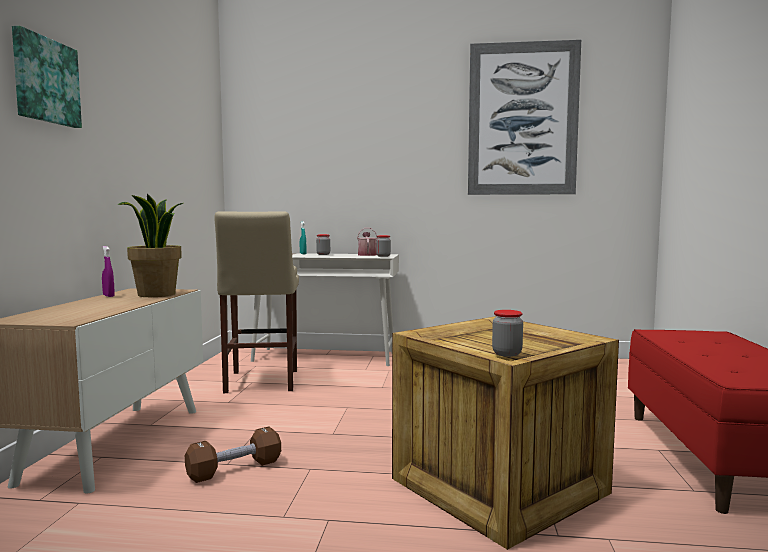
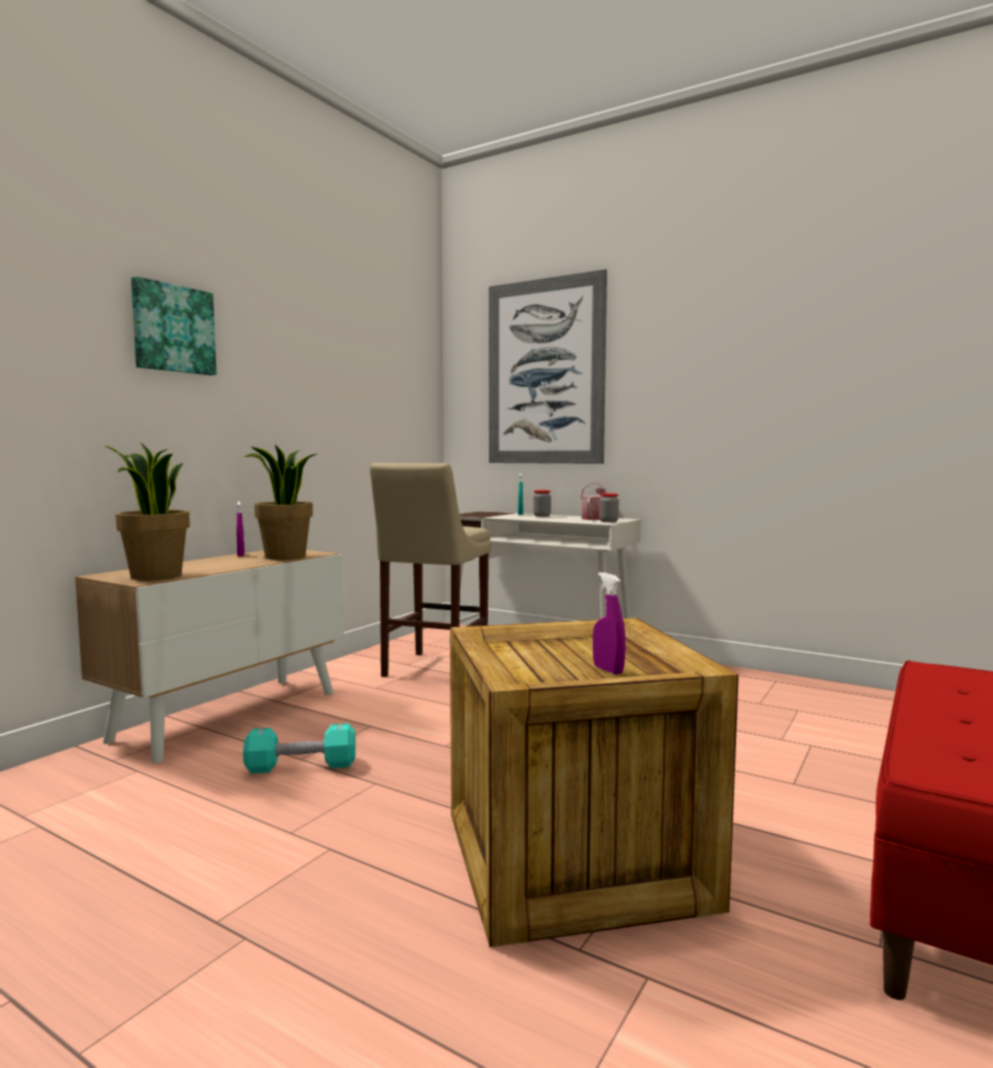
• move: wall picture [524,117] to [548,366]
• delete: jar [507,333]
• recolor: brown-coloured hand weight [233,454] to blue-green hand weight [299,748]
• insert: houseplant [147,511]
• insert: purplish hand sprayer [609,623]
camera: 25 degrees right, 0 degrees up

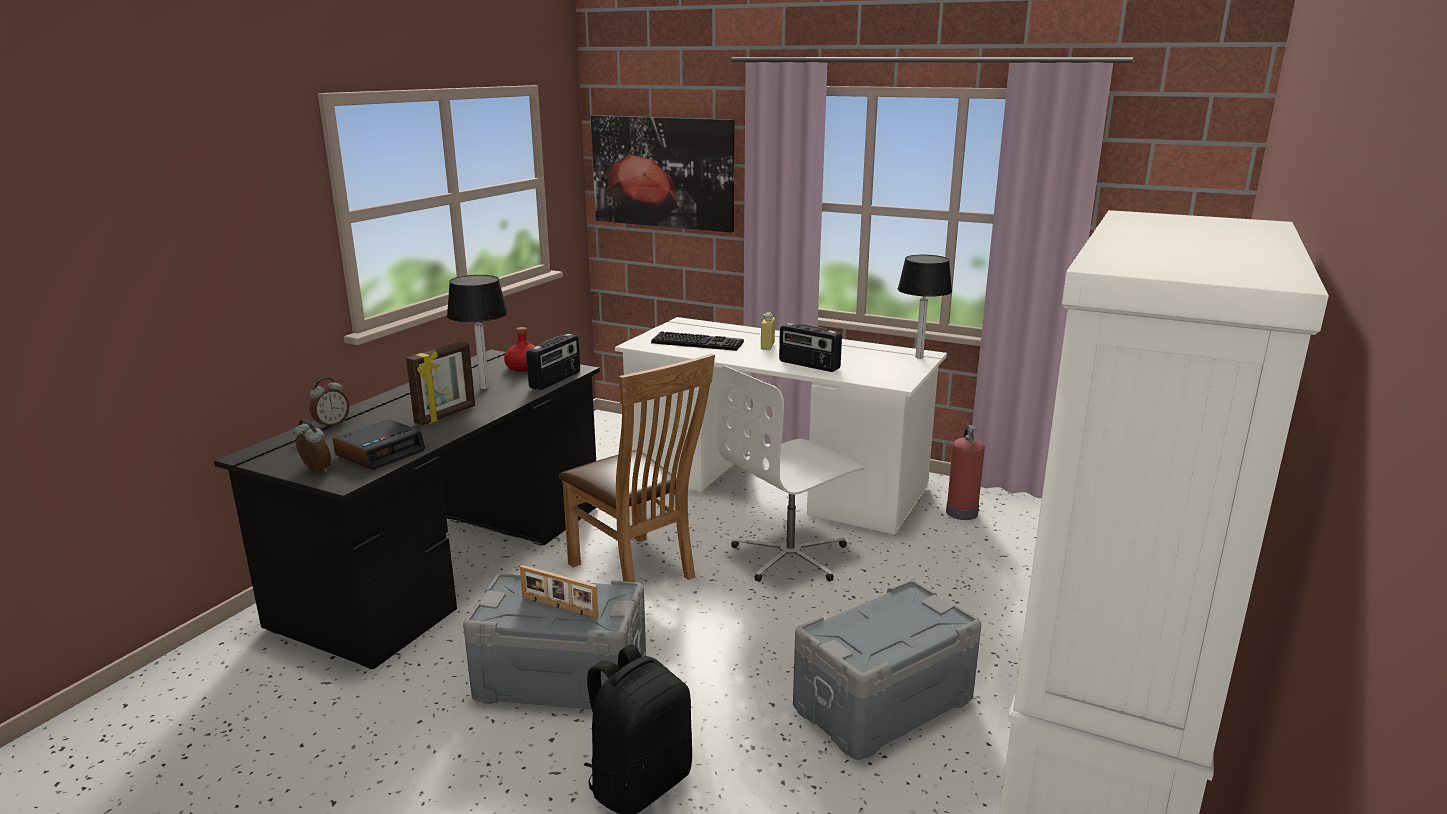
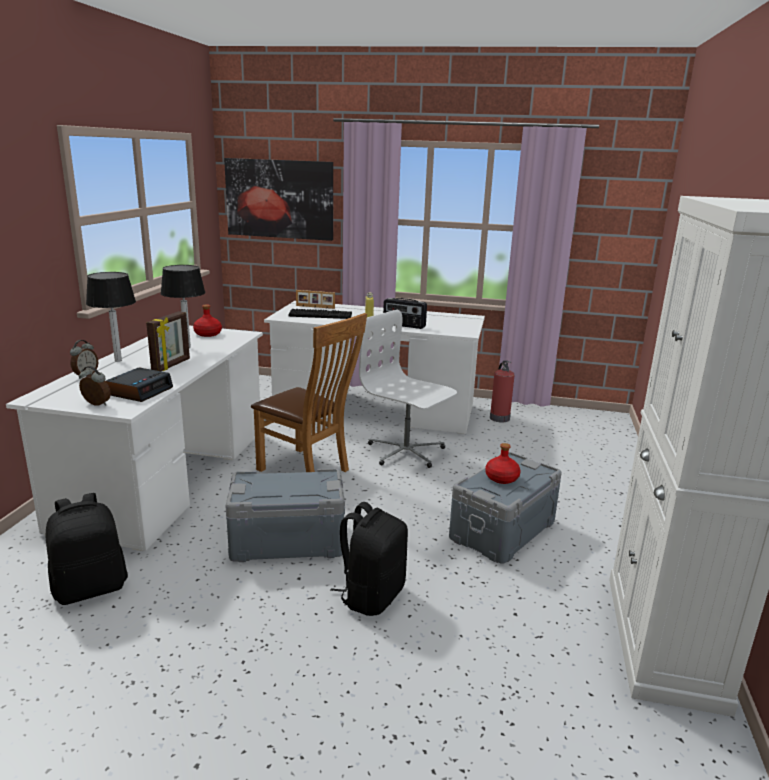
• move: table lamp [925,307] to [111,317]
• delete: radio set [553,362]
• recolor: black desk [407,509] to whitish desk [134,438]
• rotate: whitish computer chair [790,473] = [408,389] 90 degrees clockwise
• move: picture frame [559,592] to [315,299]
• insert: red-coloured bottle [503,463]
• insert: black rucksack [87,549]
camera: 15 degrees left, 0 degrees up

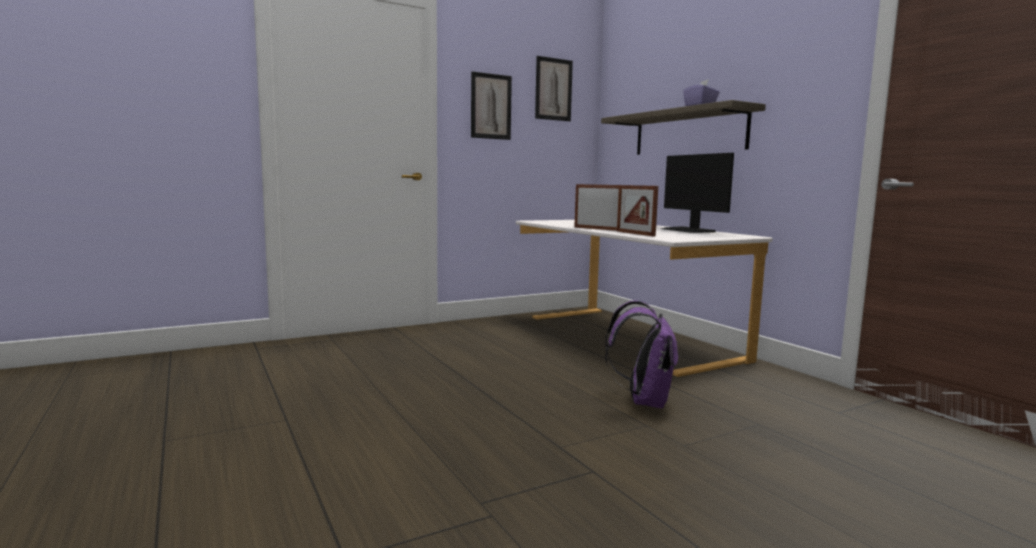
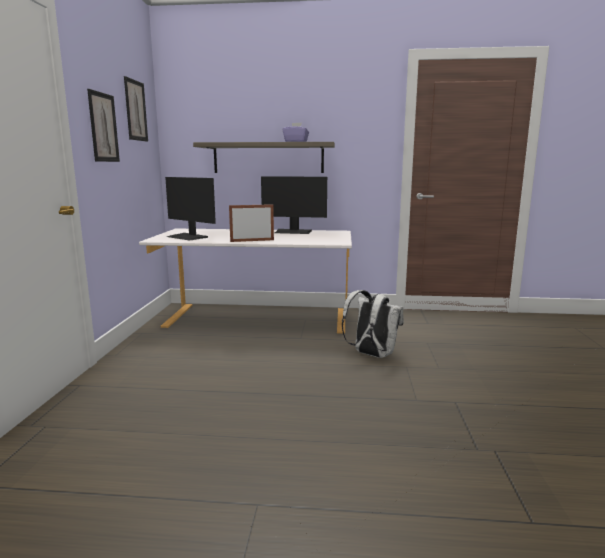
• delete: picture frame [637,211]
• recolor: purplish rucksack [641,354] to whitish rucksack [373,324]
• insert: computer display [190,209]
camera: 55 degrees left, 5 degrees up

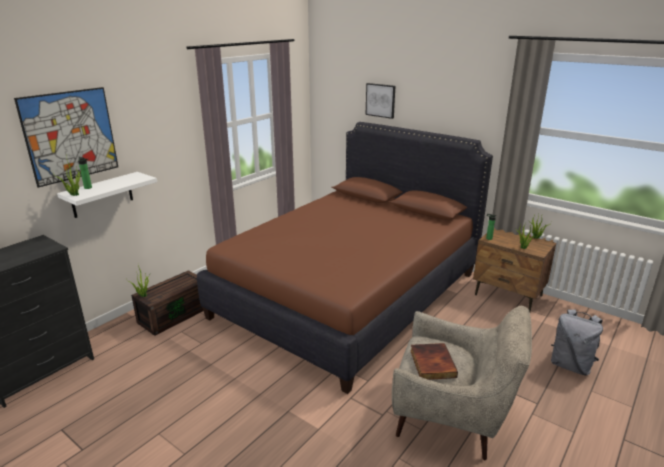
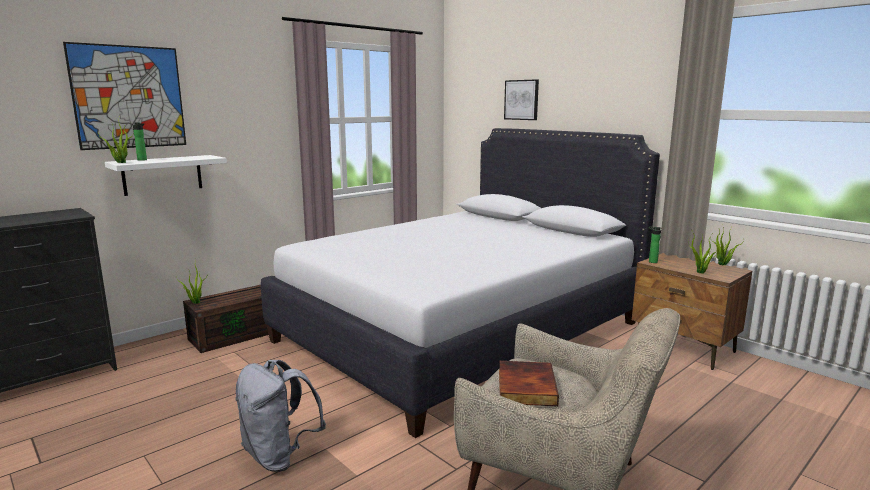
• recolor: brown-coloured sleeping bed [345,258] to whitish sleeping bed [460,283]
• move: grey rucksack [577,343] to [281,416]
camera: 10 degrees right, 10 degrees down

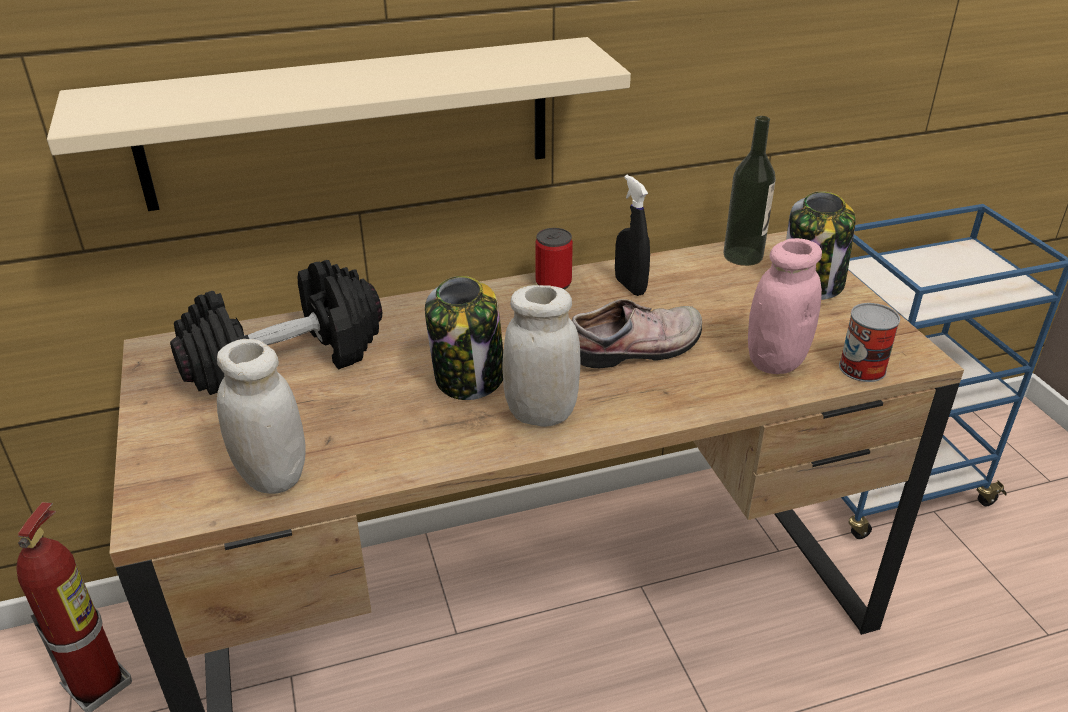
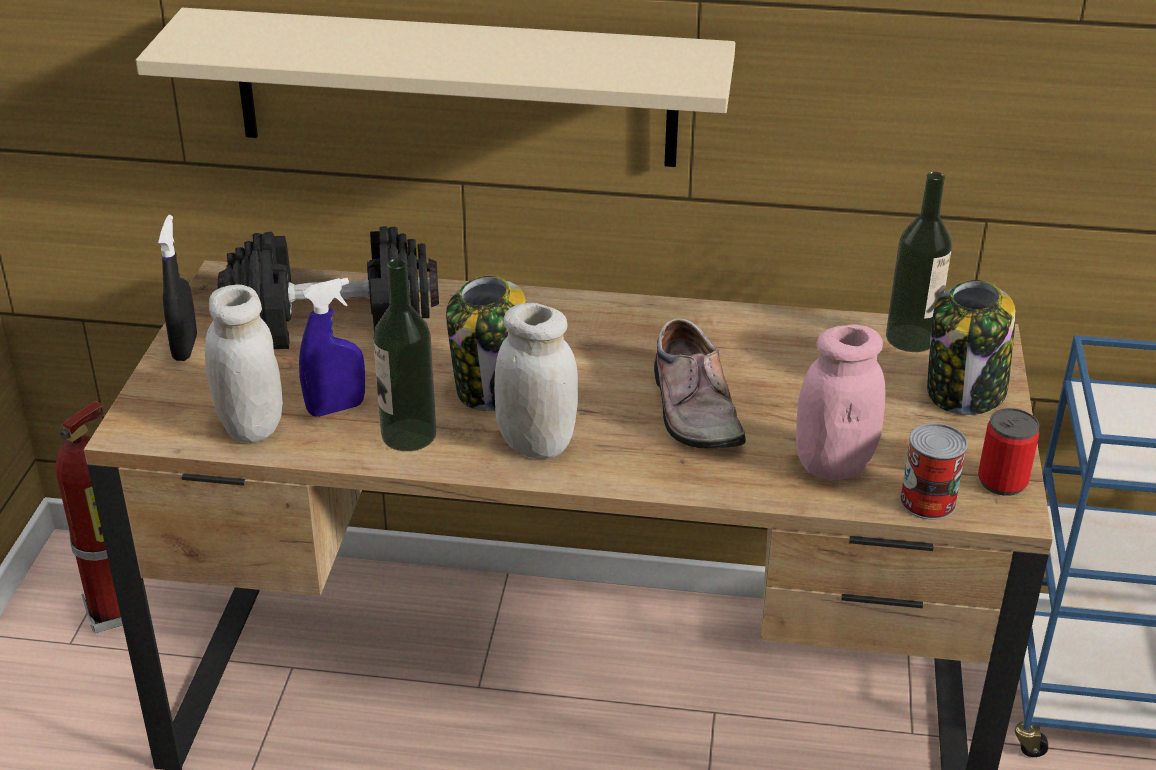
• move: black hand sprayer [632,235] to [177,288]
• move: metal can [554,259] to [1008,452]
• rotate: low shoe [637,333] = [700,383] 75 degrees clockwise
• insert: bottle [404,355]
• insert: blue-coloured hand sprayer [332,347]
camera: 25 degrees right, 0 degrees up

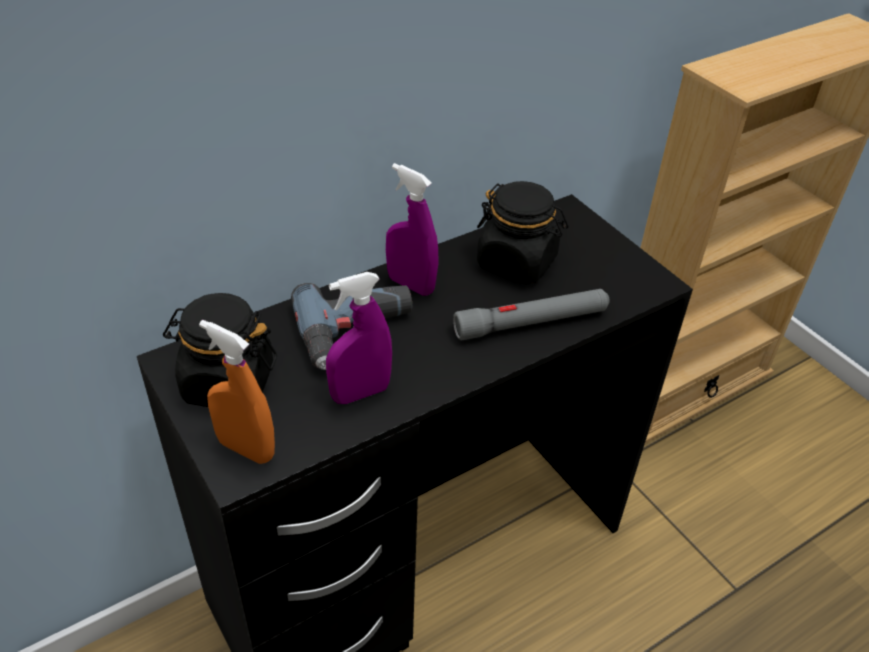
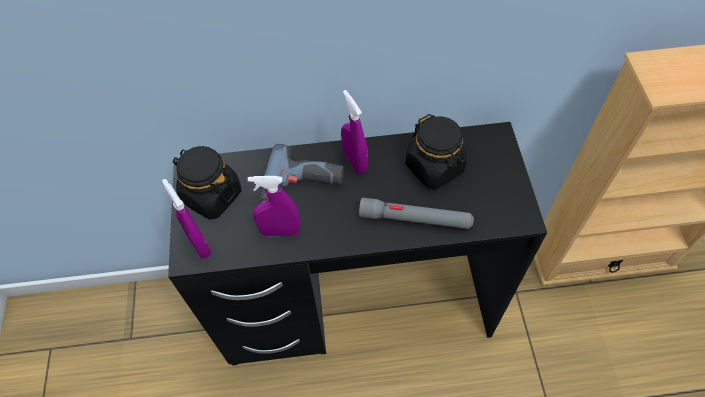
• recolor: orange-coloured hand sprayer [237,392] to purplish hand sprayer [186,219]
camera: 30 degrees right, 15 degrees up

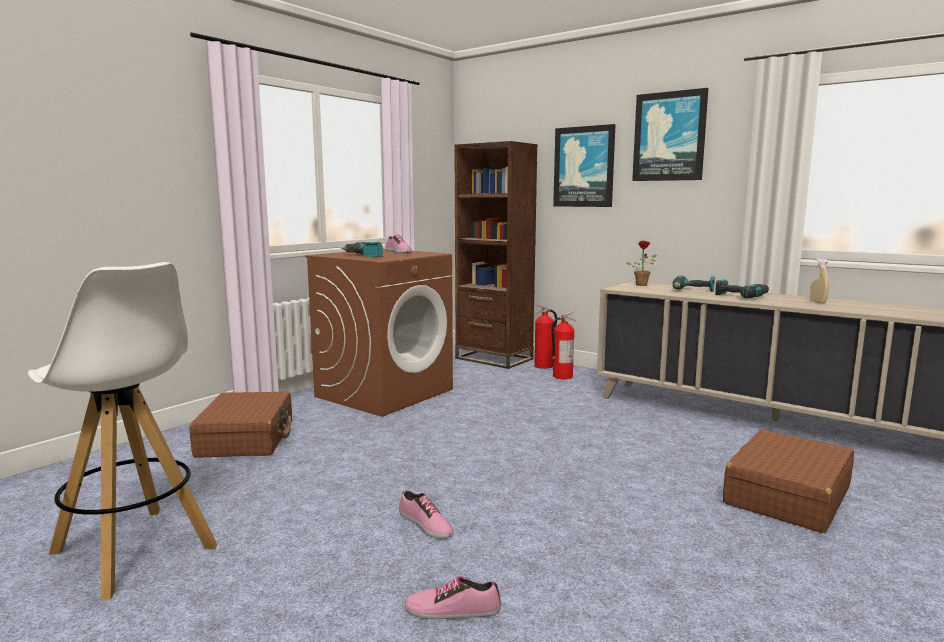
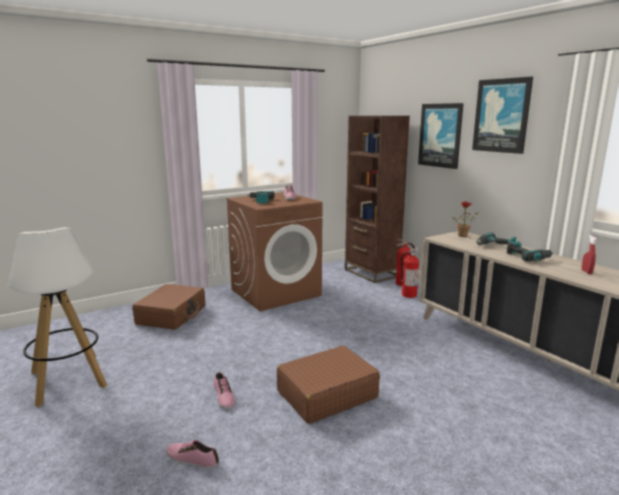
• recolor: beige hand sprayer [819,280] to red-coloured hand sprayer [589,254]
• move: brown-coloured suitcase [788,481] to [328,384]
camera: 20 degrees right, 5 degrees up

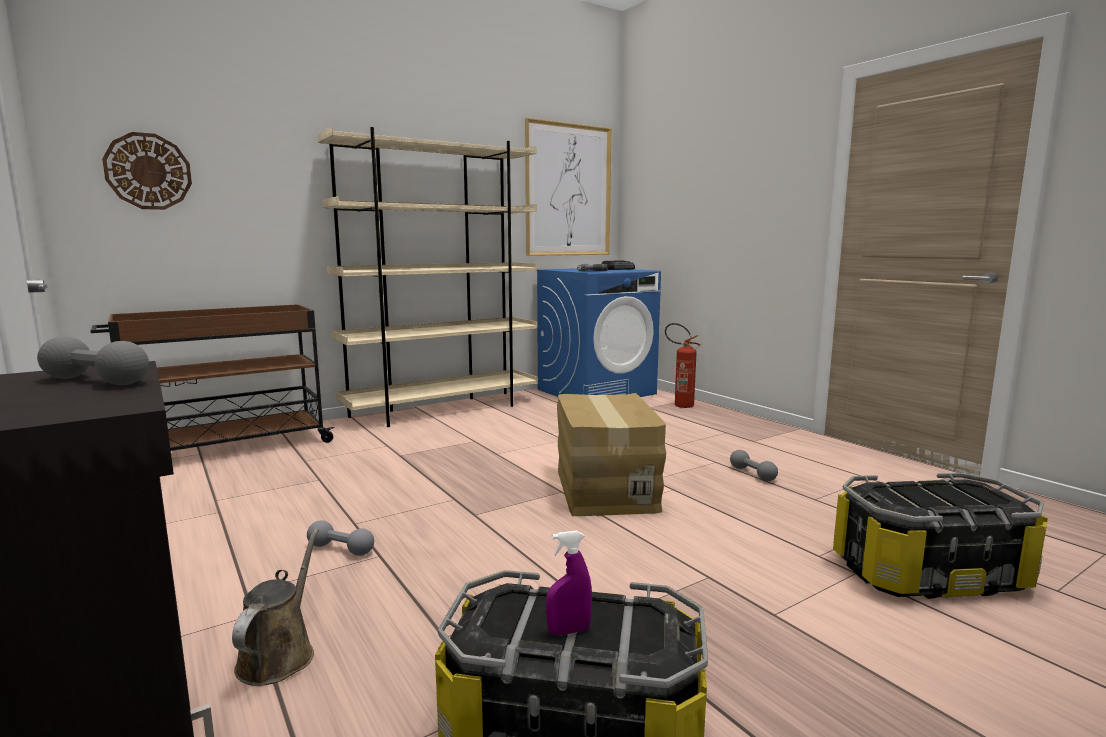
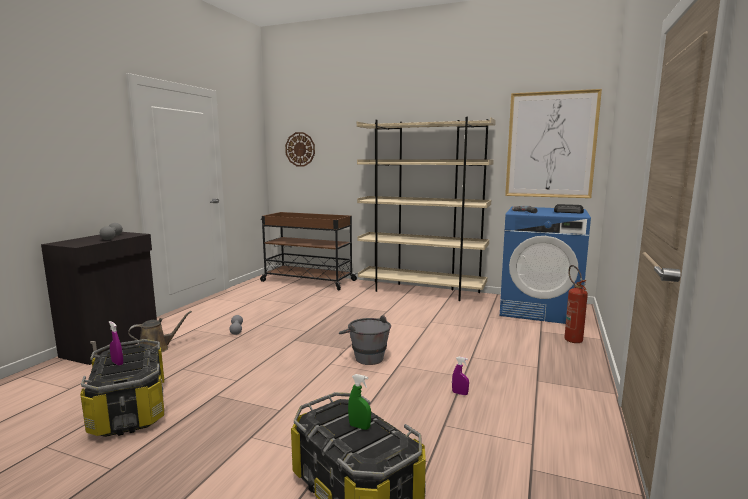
• replace: cardboard box [611,454] to grey bucket [365,340]
• replace: grey hand weight [754,465] to purplish hand sprayer [460,376]
• insert: green hand sprayer [359,402]
camera: 55 degrees right, 0 degrees up

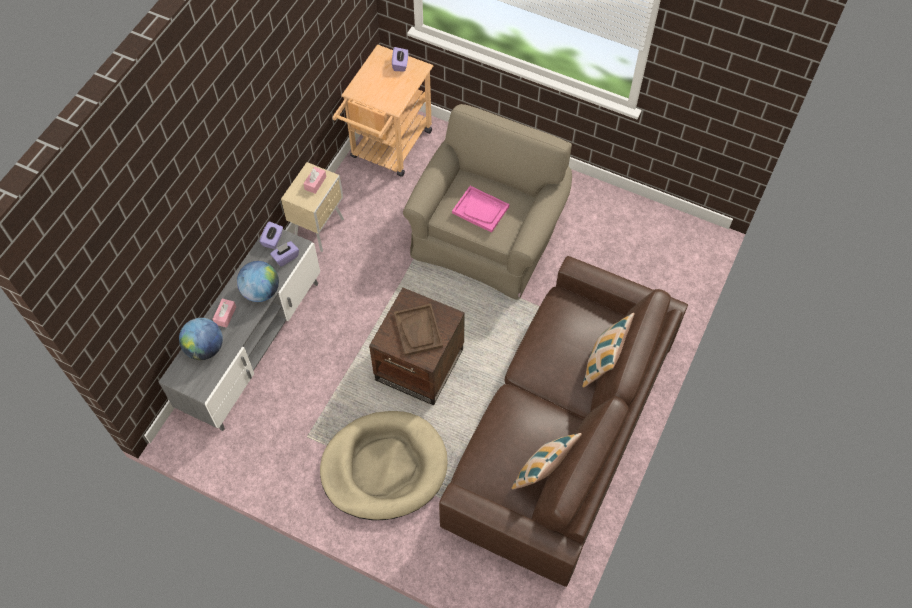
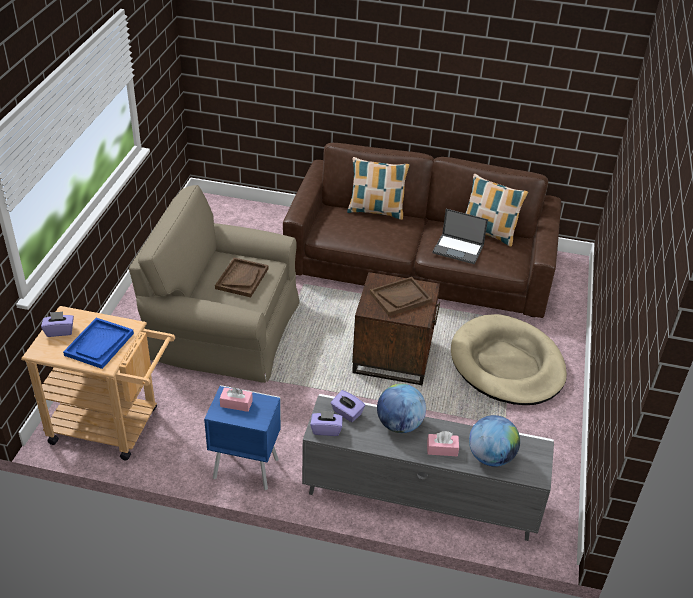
• recolor: beige bedside table [312,207] to blue-coloured bedside table [242,437]
• recolor: pinkish serving tray [481,209] to brown-coloured serving tray [241,277]
• insert: portable computer [460,236]
• insert: blue-coloured serving tray [98,343]
camera: 105 degrees left, 20 degrees down

